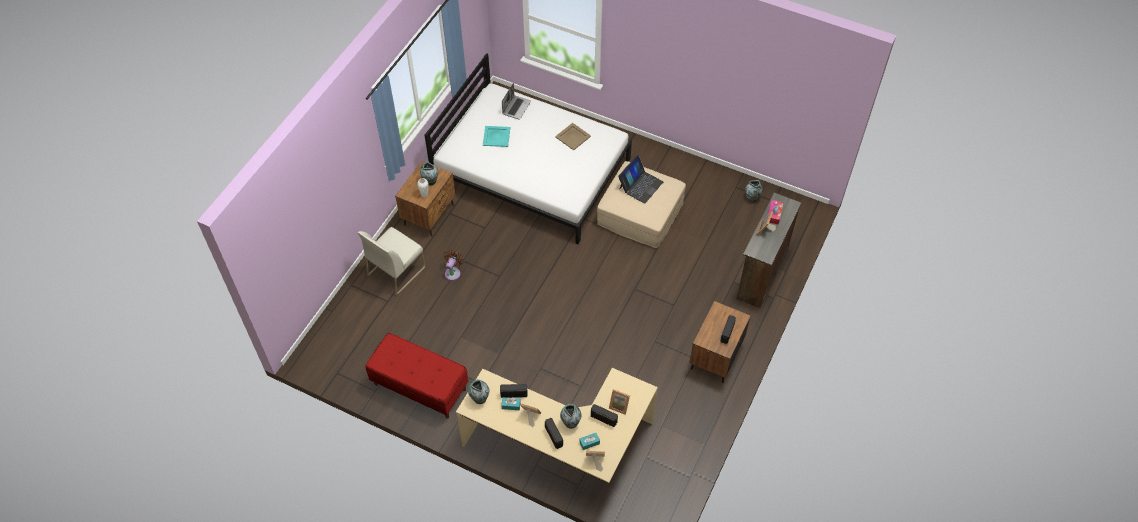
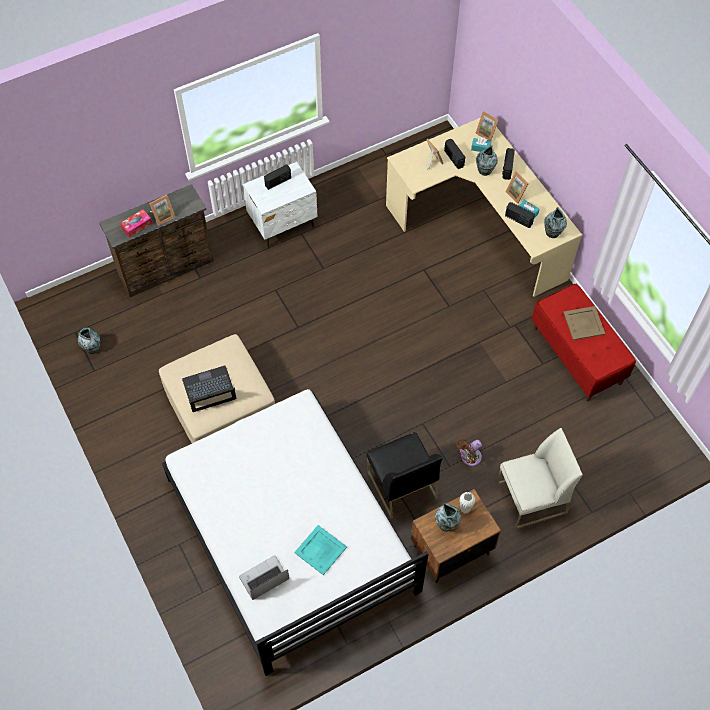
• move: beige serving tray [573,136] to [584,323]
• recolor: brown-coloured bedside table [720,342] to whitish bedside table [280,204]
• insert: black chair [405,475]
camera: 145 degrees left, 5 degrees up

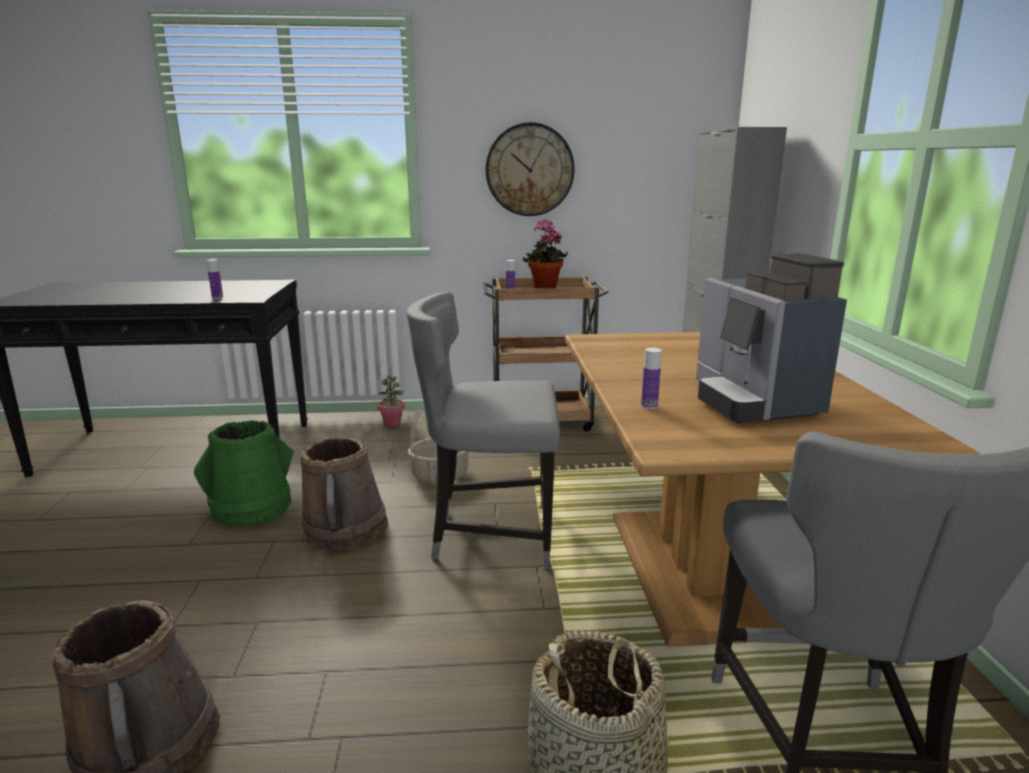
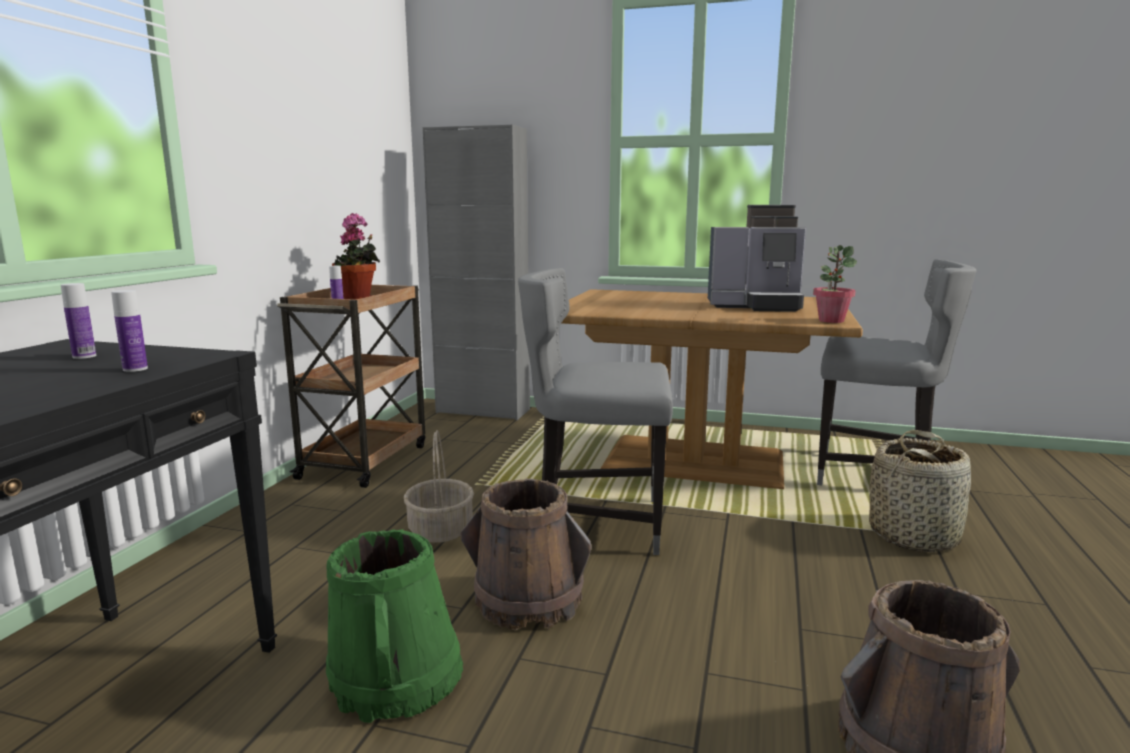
• delete: hanging clock [530,169]
• rotate: grey chair [483,430] = [595,411] 75 degrees clockwise
• move: bottle [651,378] to [78,321]
• move: houseplant [391,401] to [835,284]
camera: 70 degrees left, 5 degrees down

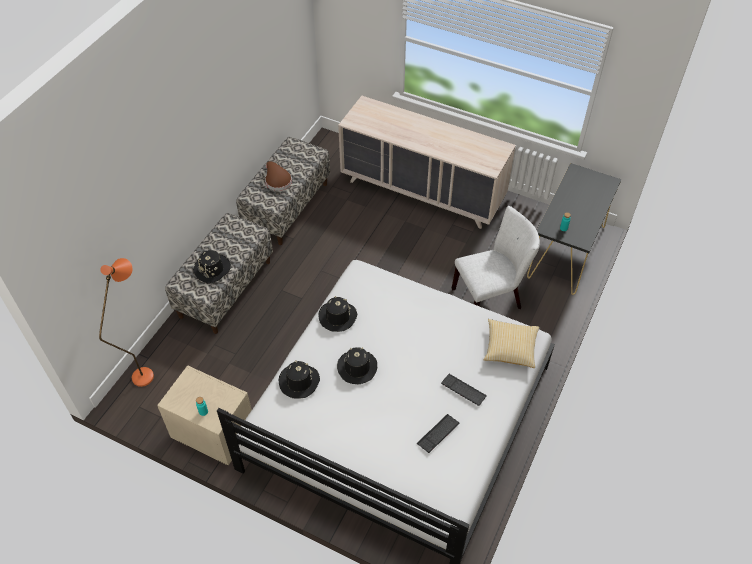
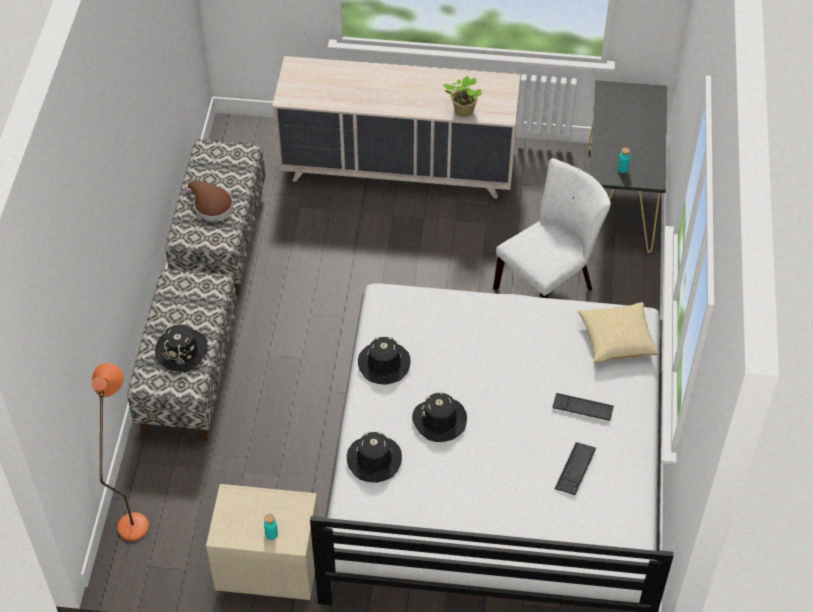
• insert: houseplant [462,96]
camera: 20 degrees left, 0 degrees up

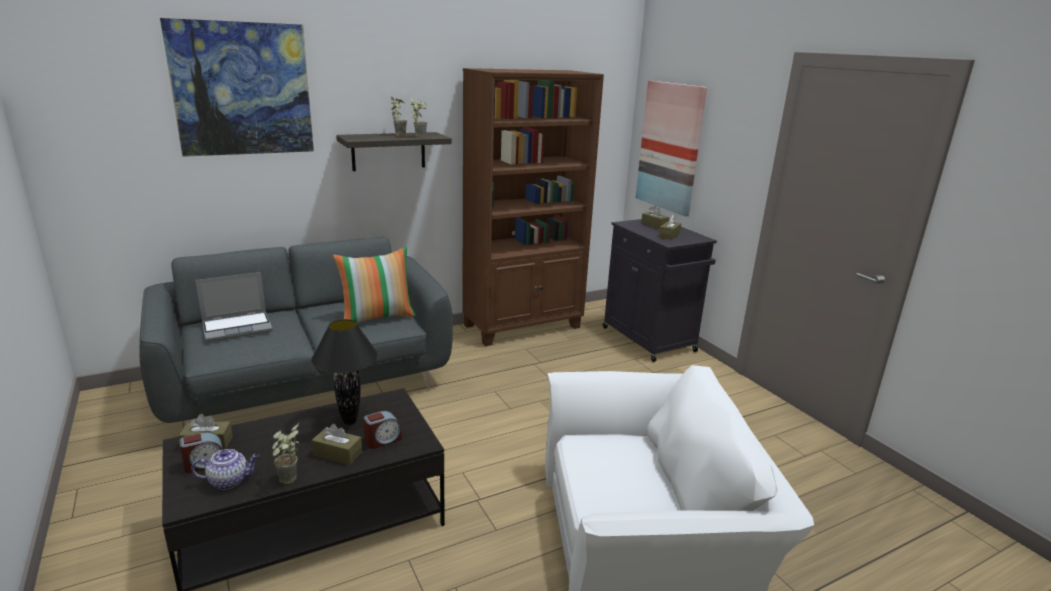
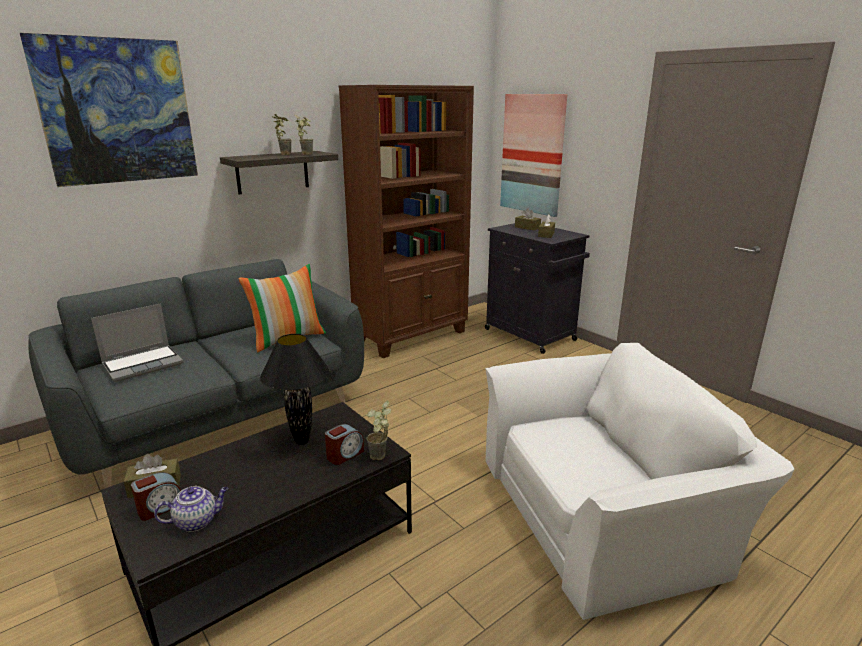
• move: houseplant [285,453] to [378,430]
• delete: brown-coloured tissue box [337,444]
camera: 10 degrees left, 0 degrees up

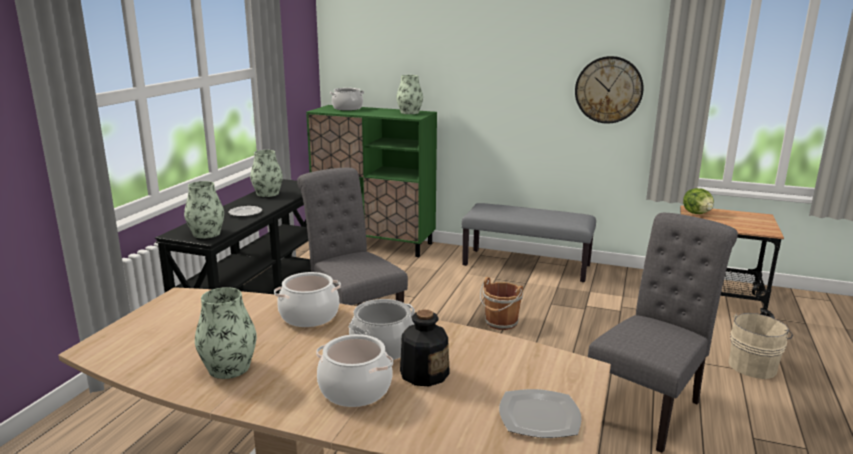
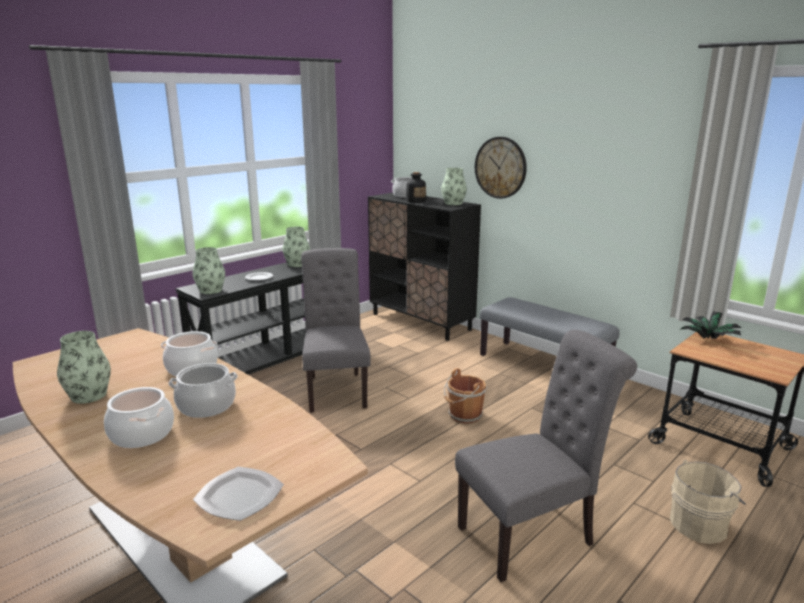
• move: hanging clock [609,90] to [501,168]
• recolor: green storage cabinet [371,181] to black storage cabinet [424,267]
• replace: lettuce [698,201] to houseplant [711,325]
• move: bottle [425,348] to [416,187]
camera: 25 degrees right, 0 degrees up

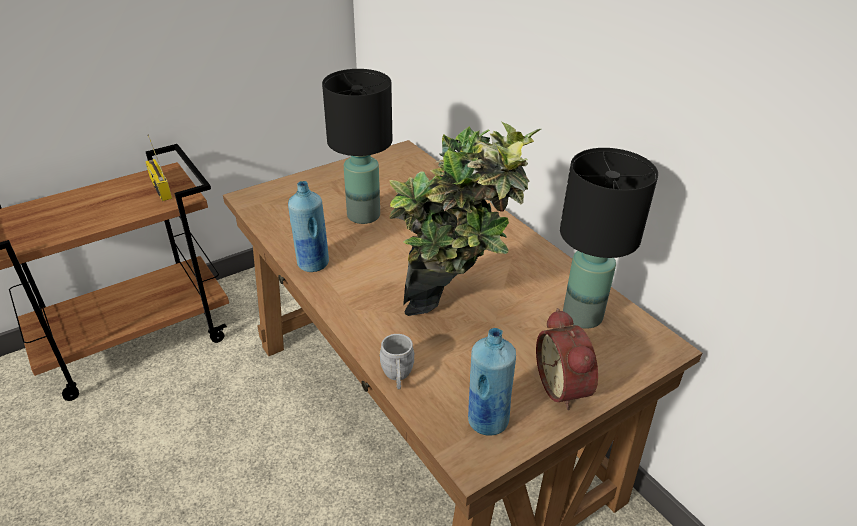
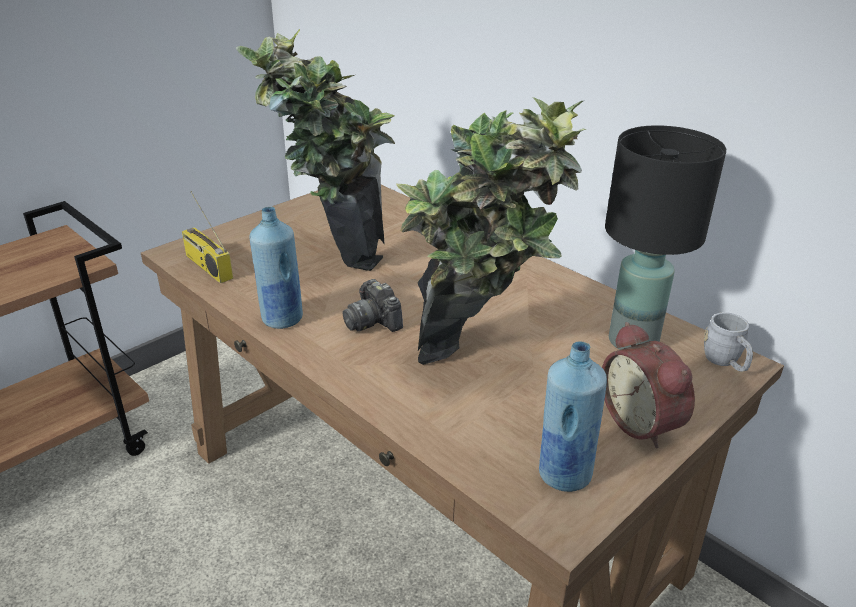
• replace: black table lamp [357,146] to houseplant [315,150]
• move: radio set [158,168] to [207,237]
• move: grey tea mug [397,361] to [728,342]
• insert: photo camera [373,305]
camera: 10 degrees left, 5 degrees down

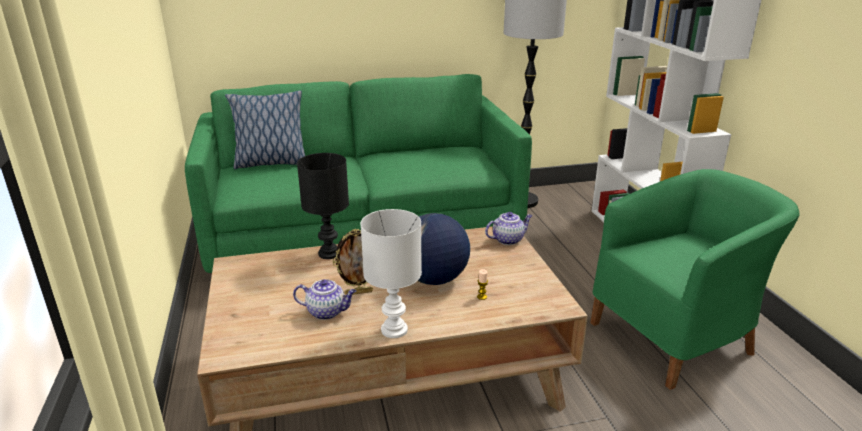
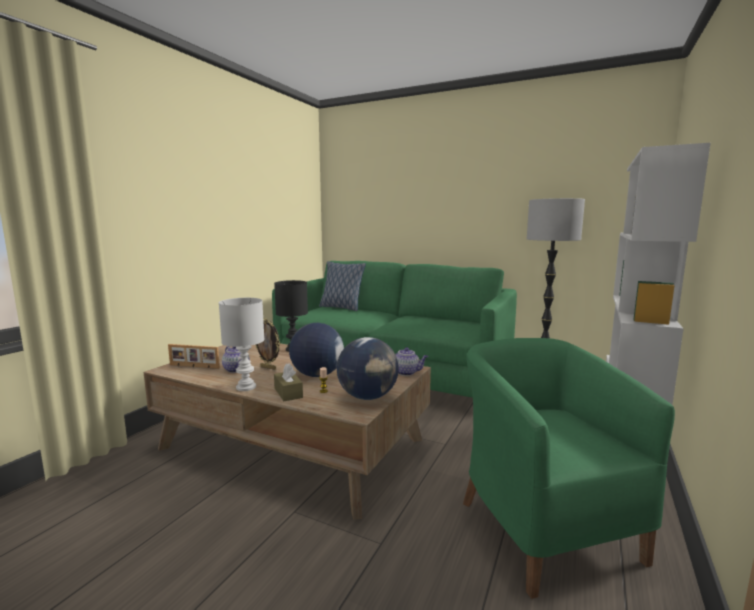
• rotate: green armchair [695,279] = [569,468] 120 degrees counterclockwise
• insert: world globe [368,368]
• insert: picture frame [194,356]
• insert: brown-coloured tissue box [288,382]
camera: 40 degrees right, 15 degrees down

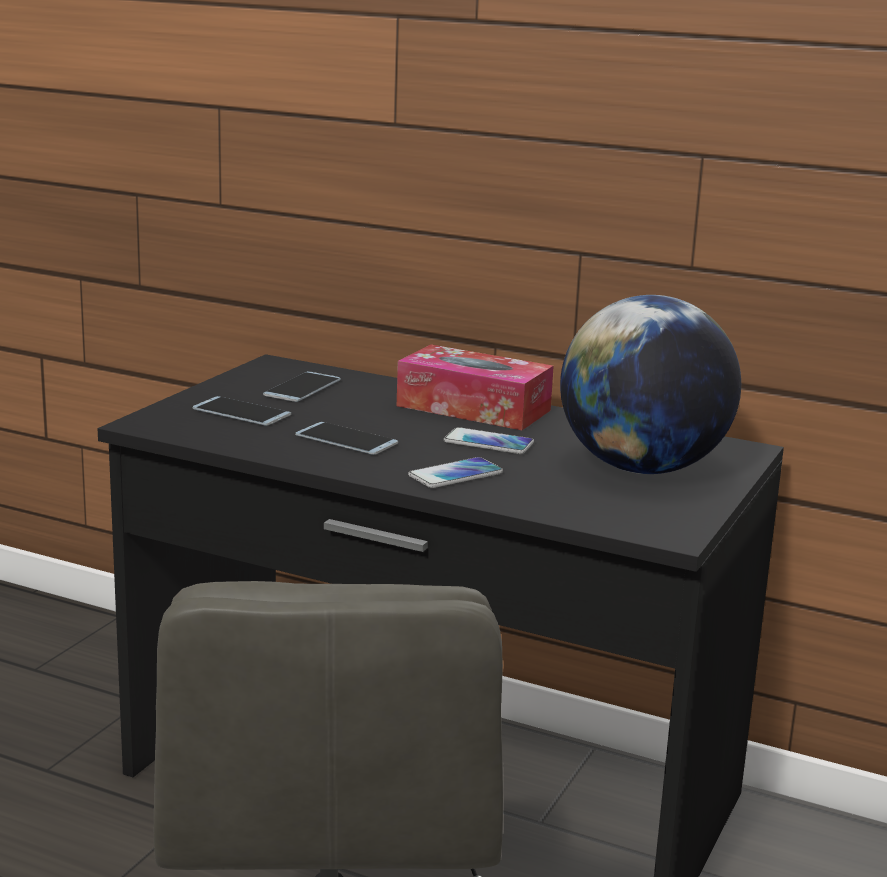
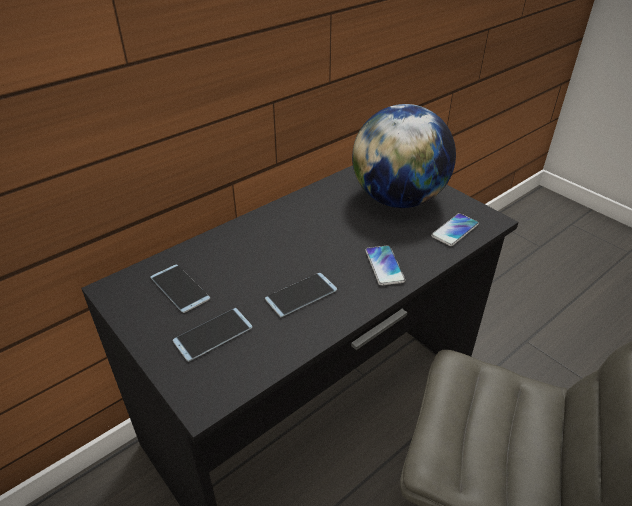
• delete: tissue box [475,387]
• move: handset [489,440] to [455,229]
camera: 65 degrees left, 20 degrees up

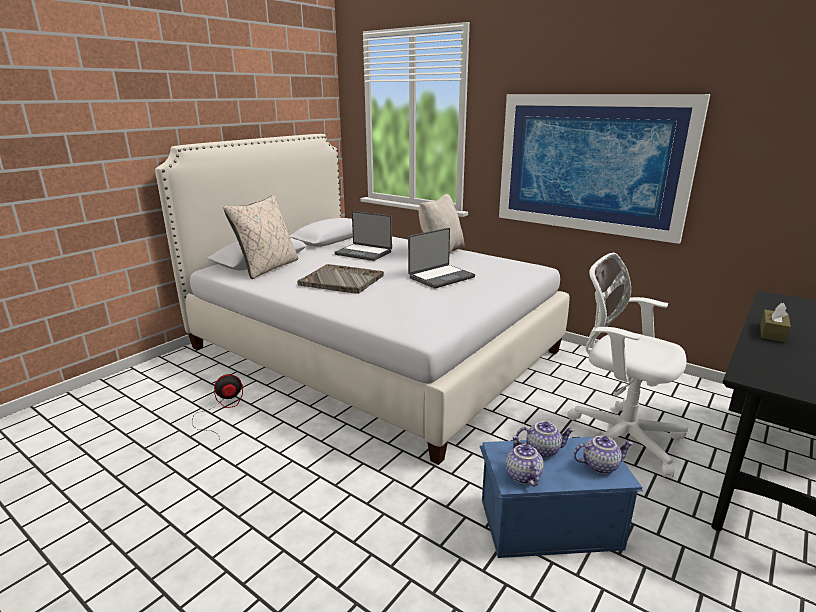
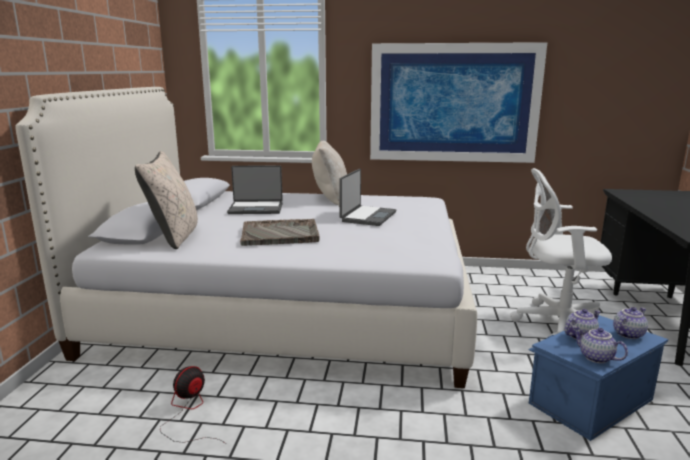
• delete: brown-coloured tissue box [775,323]
camera: 30 degrees left, 5 degrees down

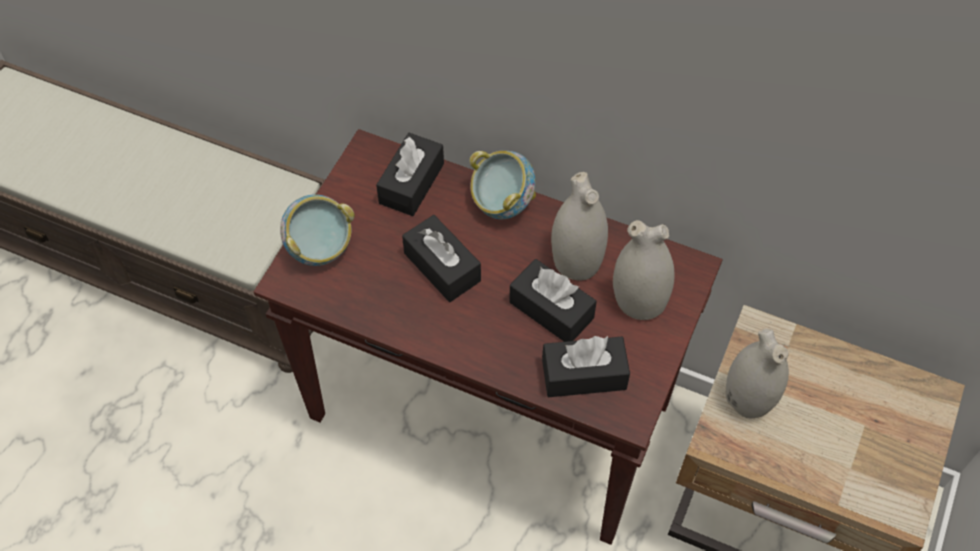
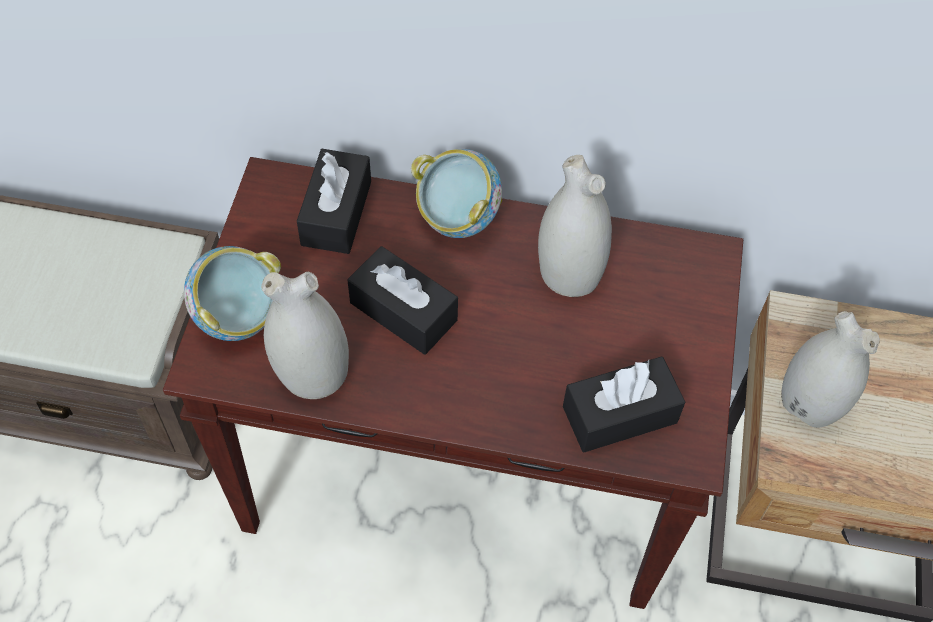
• move: whitish vase [644,270] to [305,335]
• delete: black tissue box [553,300]
camera: 15 degrees left, 0 degrees up

